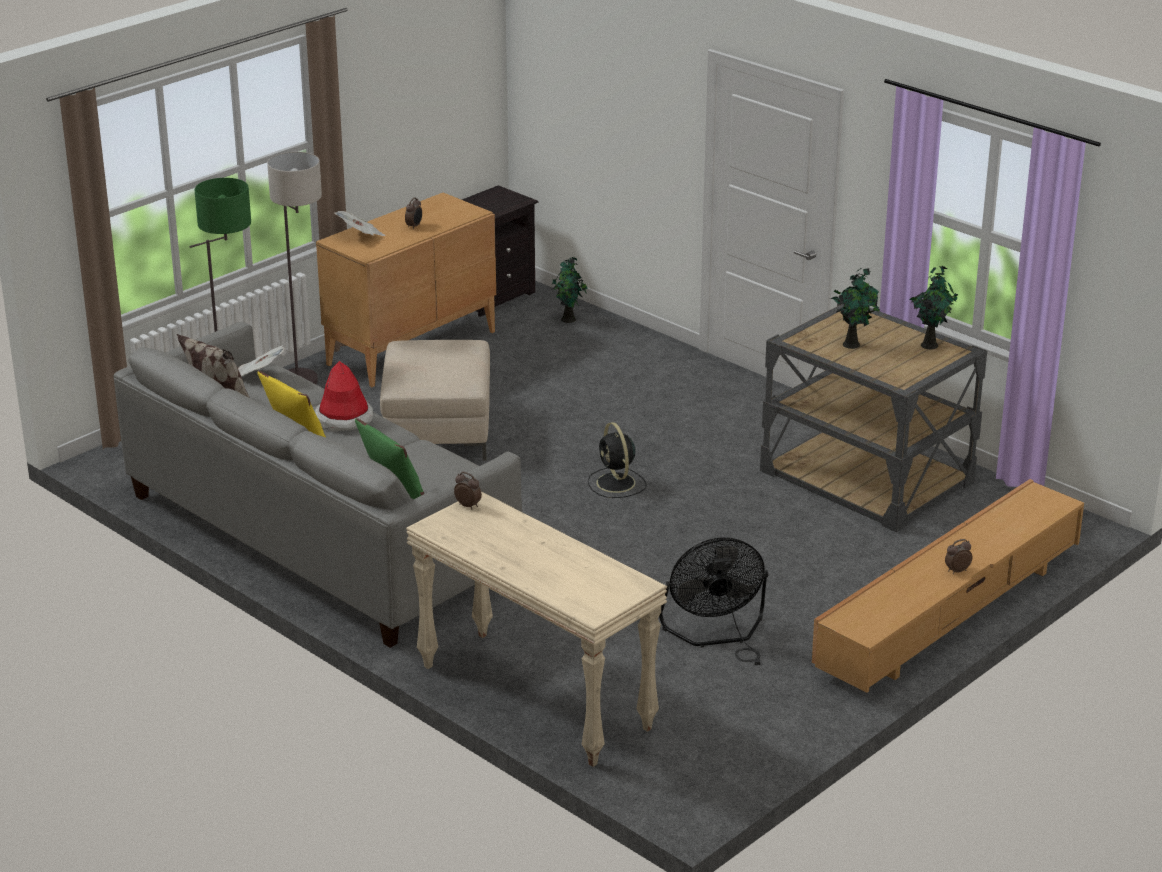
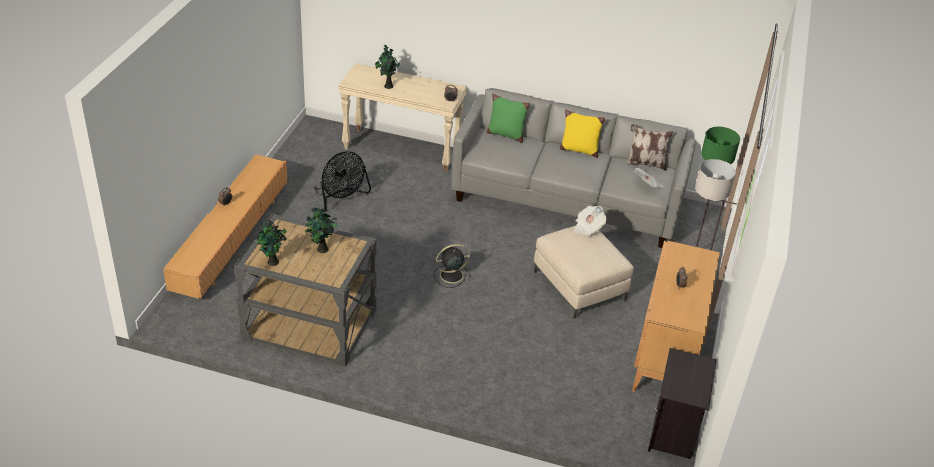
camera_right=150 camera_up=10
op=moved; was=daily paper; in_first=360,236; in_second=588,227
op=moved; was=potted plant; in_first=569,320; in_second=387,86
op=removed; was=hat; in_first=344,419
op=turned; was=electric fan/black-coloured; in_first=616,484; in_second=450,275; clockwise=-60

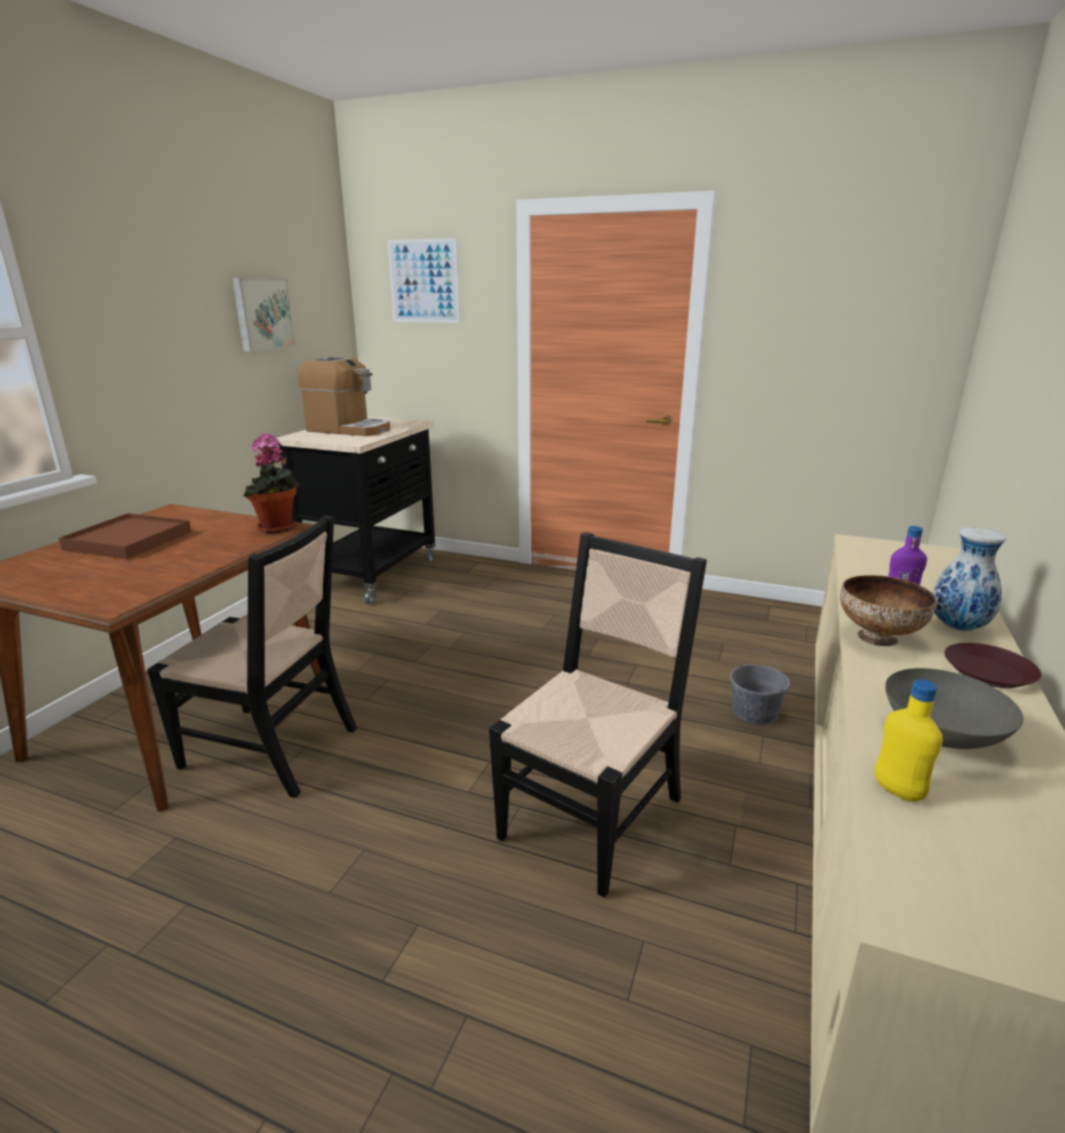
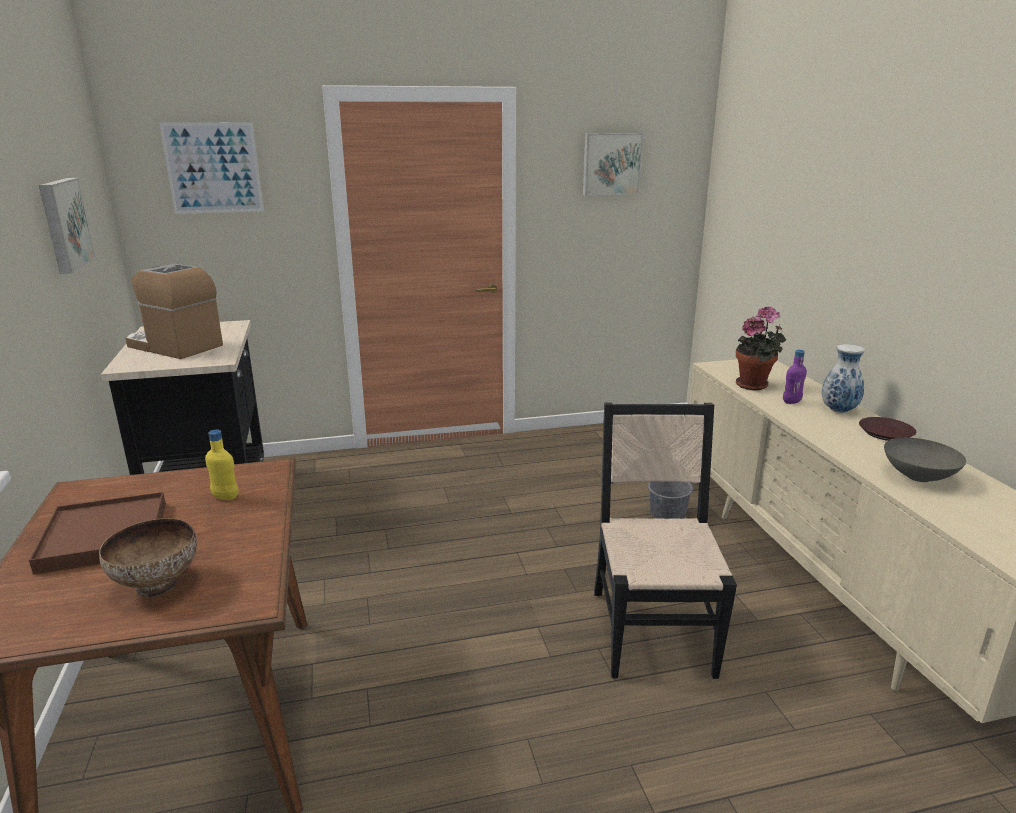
camera_right=-35 camera_up=0
op=turned; was=coffee machine; in_first=348,429; in_second=174,346; clockwise=-135
op=moved; was=potted plant; in_first=278,528; in_second=754,385
op=removed; was=plain chair; in_first=270,749
op=moved; was=deep dish; in_first=878,638; in_second=158,586
op=moved; was=bottle/yellow-coloured; in_first=897,791; in_second=225,497
op=added; now=wall picture; in_second=611,164

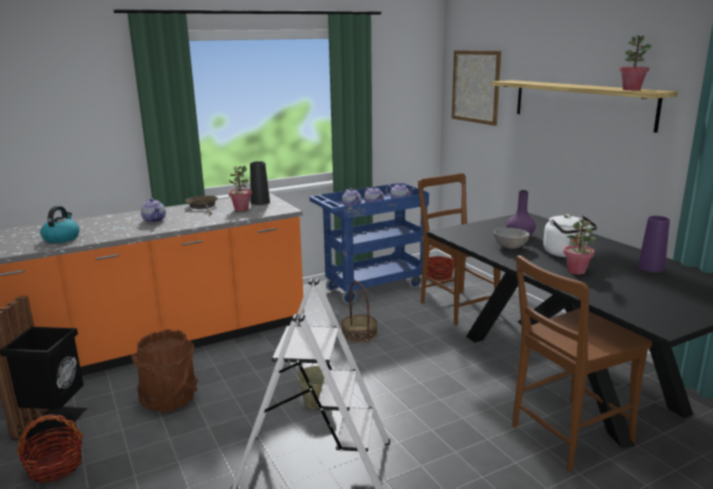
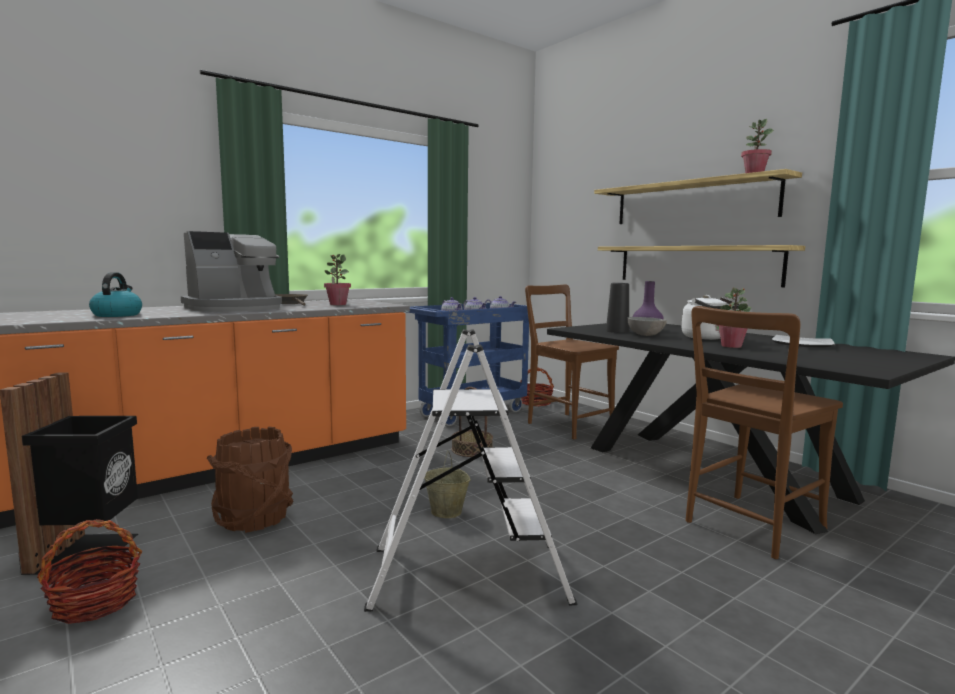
camera_right=-10 camera_up=-10
op=removed; was=wall picture; in_first=475,85
op=moved; was=decorative vase/black-coloured; in_first=260,202; in_second=617,331
op=replaced; was=pot for tea; now=coffee machine; in_first=154,220; in_second=235,308
op=replaced; was=decorative vase/purplish; now=dinner plate; in_first=651,268; in_second=801,344
op=added; now=bracket shelf; in_second=695,264

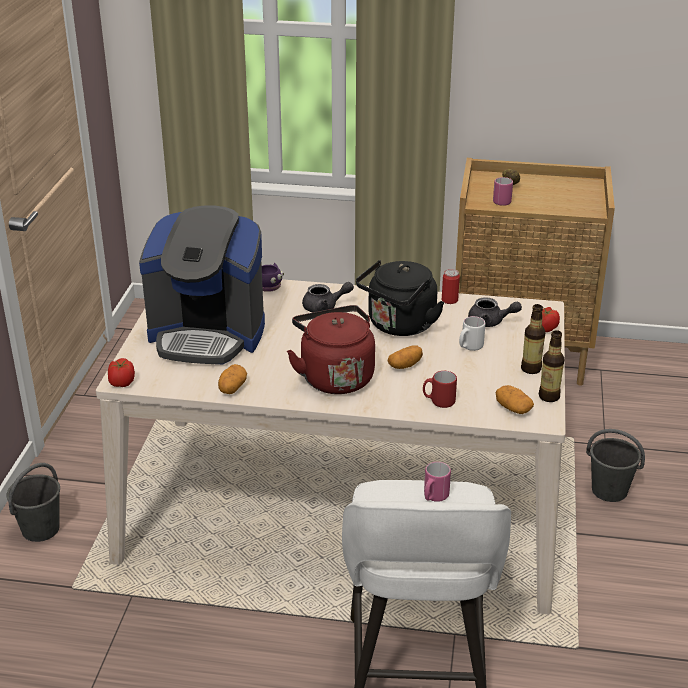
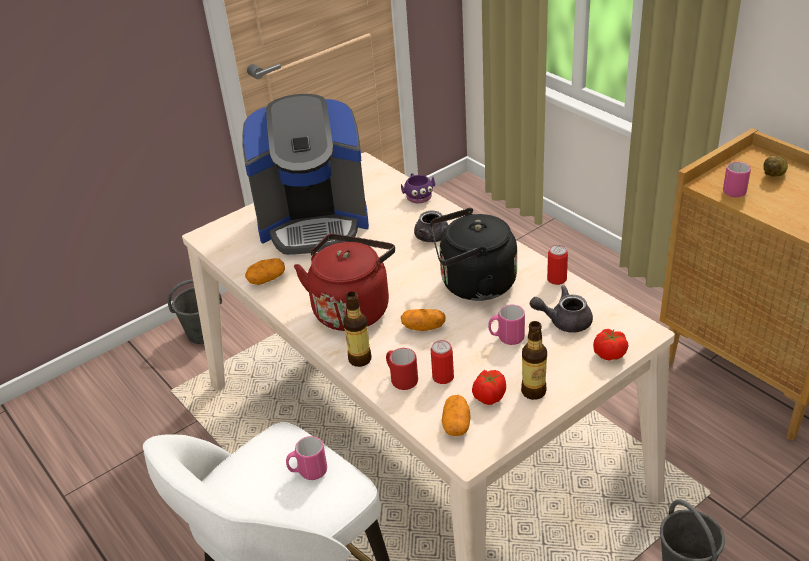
camera_right=45 camera_up=5
op=turned; was=coffee machine; in_first=207,335; in_second=314,223; clockwise=-60
op=turned; was=pot for tea/gray; in_first=490,322; in_second=564,321; clockwise=120
op=recoloured; was=tea mug/whitish; now=tea mug/pinkish; in_first=469,347; in_second=506,338
op=moved; was=bottle; in_first=549,396; in_second=360,359
op=moved; was=whole tomato; in_first=121,383; in_second=489,397
op=added; now=sealed can; in_second=443,377

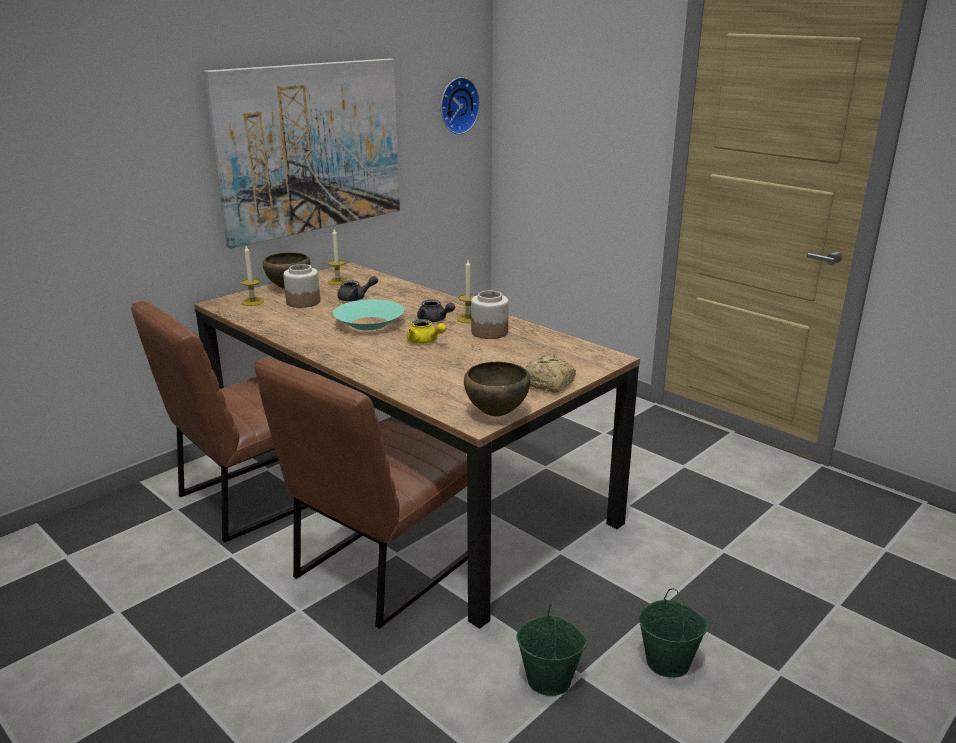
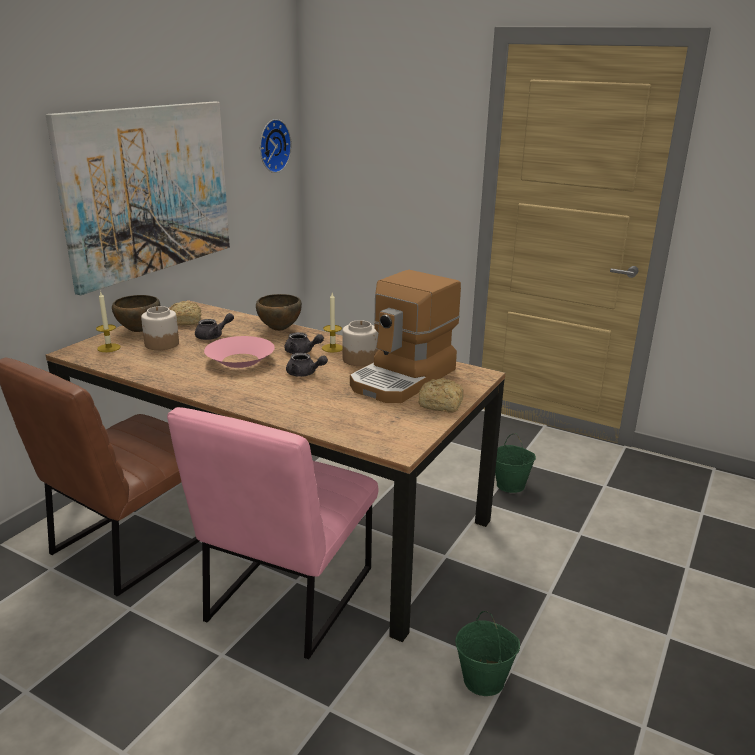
camera_right=-15 camera_up=0
op=replaced; was=wax candle; now=bakery bread; in_first=338,282; in_second=186,320
op=recoloured; was=deep dish/blue-green; now=deep dish/pinkish; in_first=369,323; in_second=240,360
op=recoloured; was=pot for tea/yellow-coloured; now=pot for tea/gray; in_first=425,341; in_second=304,374
op=recoloured; was=plain chair/brownish; now=plain chair/pinkish; in_first=381,567; in_second=287,596
op=moved; was=deep dish/brownish; in_first=496,414; in_second=279,329
op=moved; was=water bucket/greenish; in_first=668,662; in_second=511,485
op=added; now=coffee machine; in_second=404,378

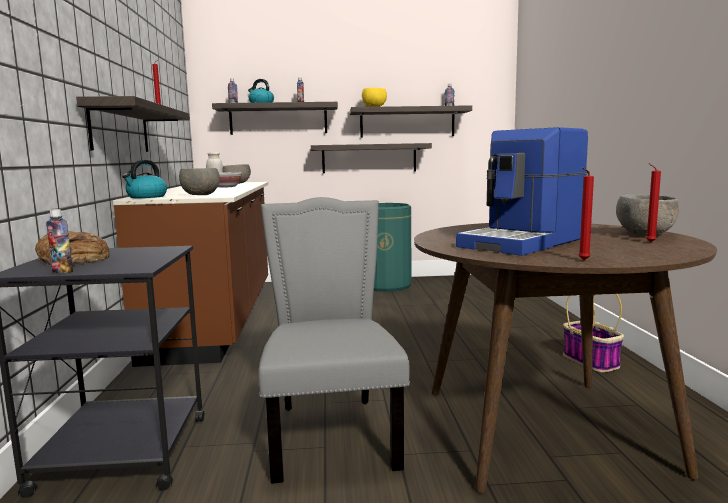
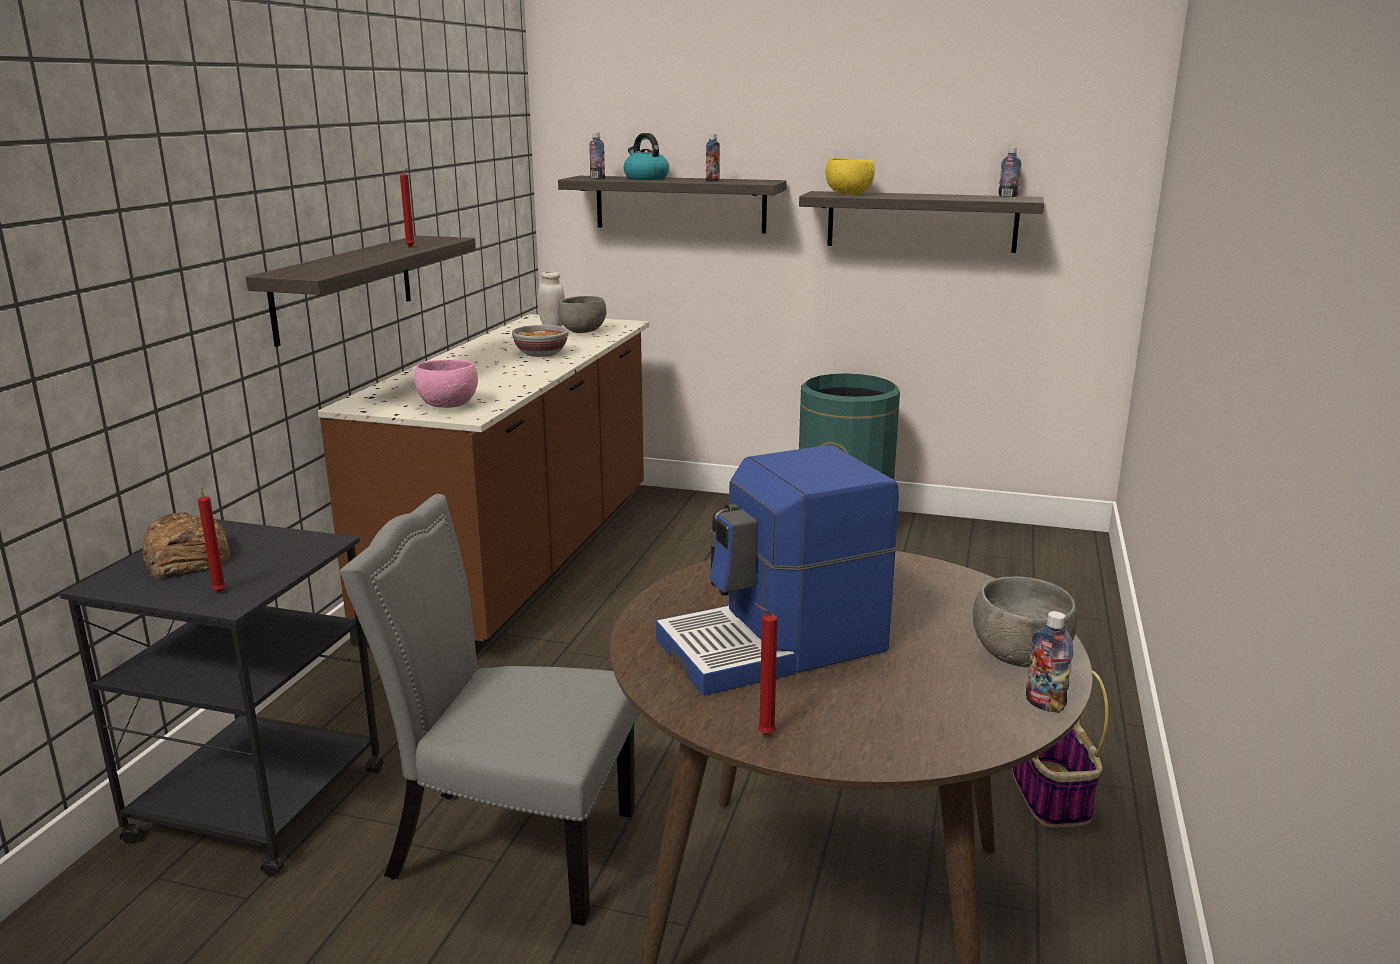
camera_right=20 camera_up=10
op=removed; was=bracket shelf; in_first=369,158
op=removed; was=water kettle; in_first=146,197
op=moved; was=wax candle/red; in_first=649,242; in_second=220,591
op=recoloured; was=deep dish/gray; now=deep dish/pinkish; in_first=201,195; in_second=449,406
op=turned; was=plain chair/gray; in_first=332,438; in_second=517,849; clockwise=-90
op=moved; was=bottle; in_first=62,271; in_second=1044,704

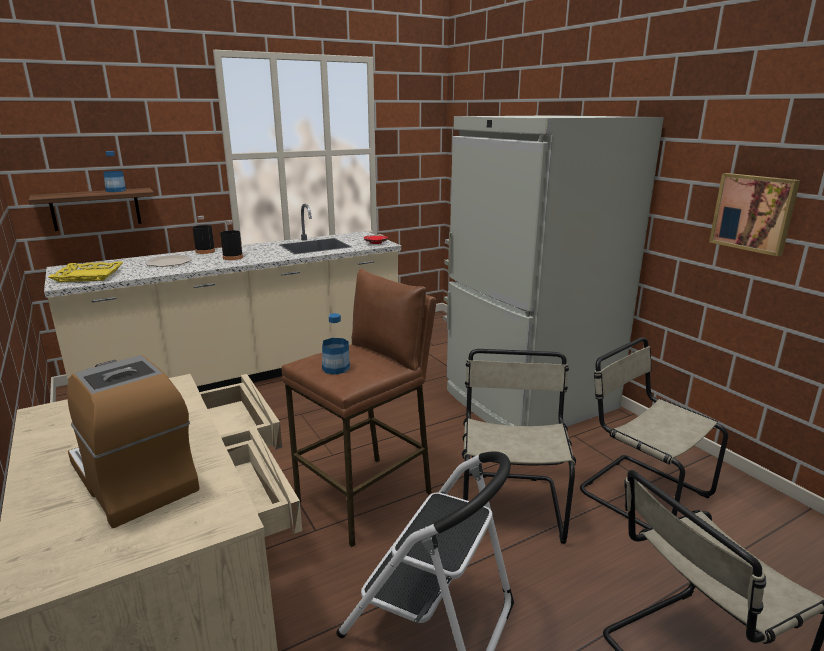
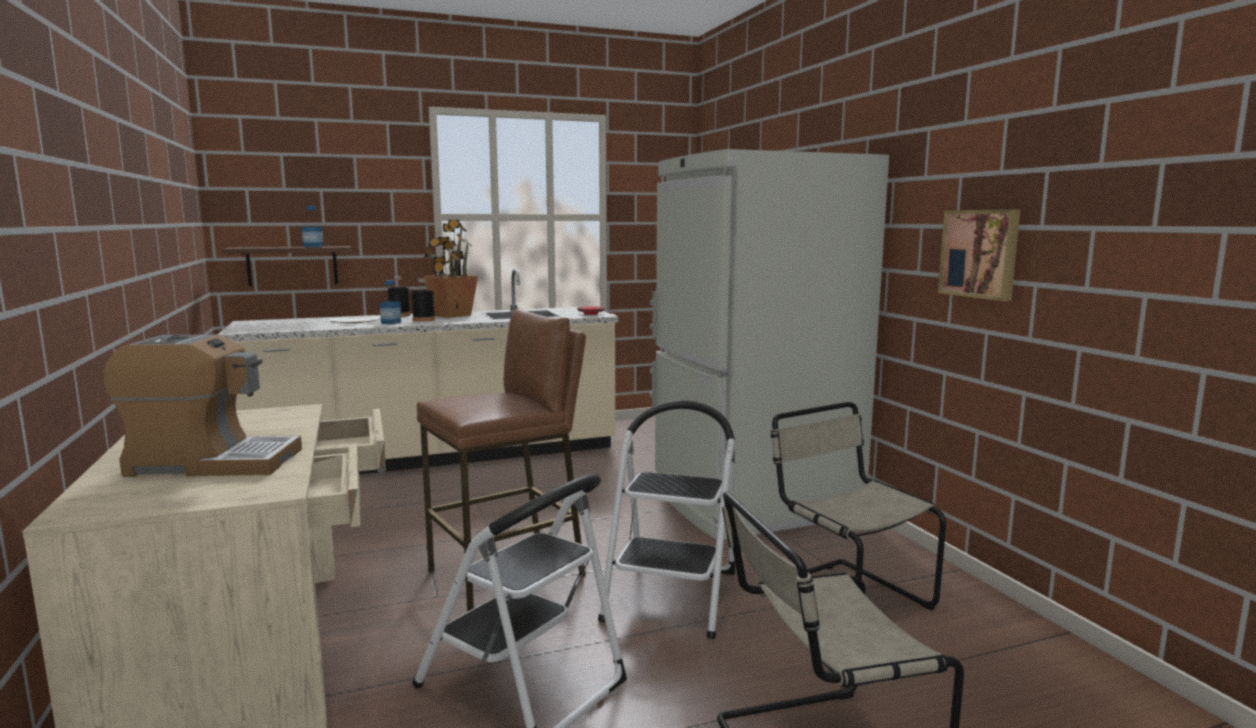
camera_right=10 camera_up=-10
op=removed; was=carrying tray/yellow-coloured; in_first=88,276
op=moved; was=bottle; in_first=335,368; in_second=391,322
op=replaced; was=plain chair/beige-coloured; now=step stool; in_first=510,504; in_second=673,594
op=turned; was=coffee machine; in_first=134,478; in_second=212,462; clockwise=120
op=added; now=potted plant; in_second=451,315

